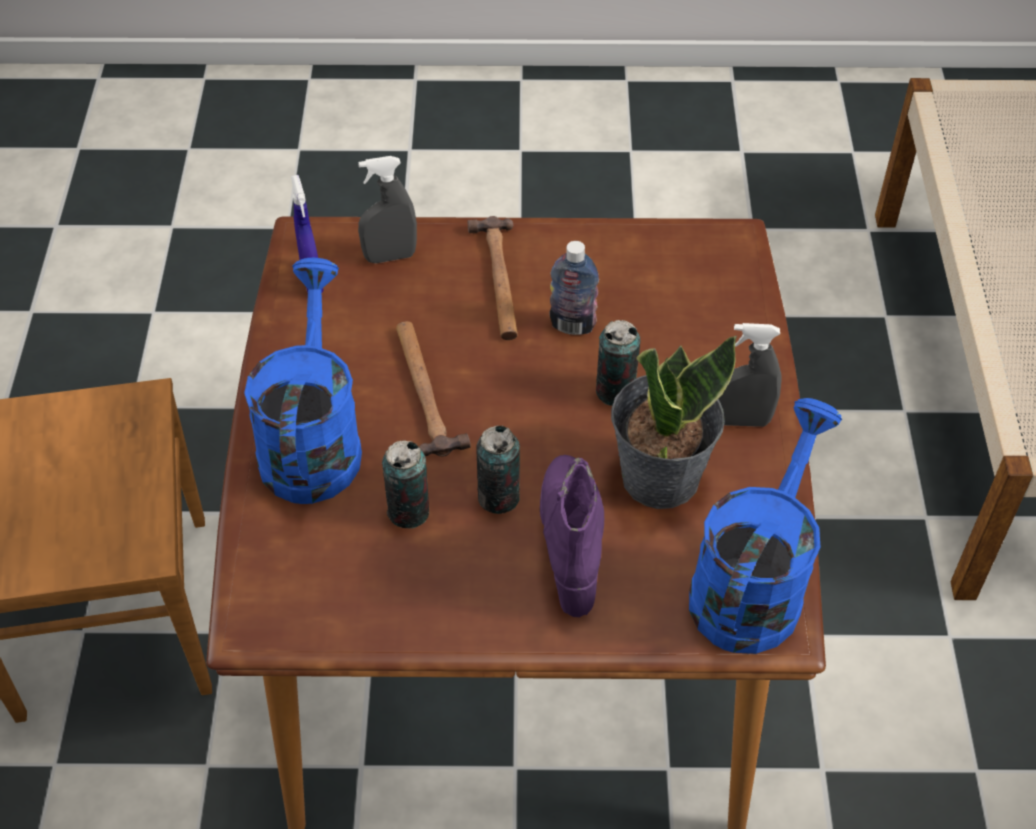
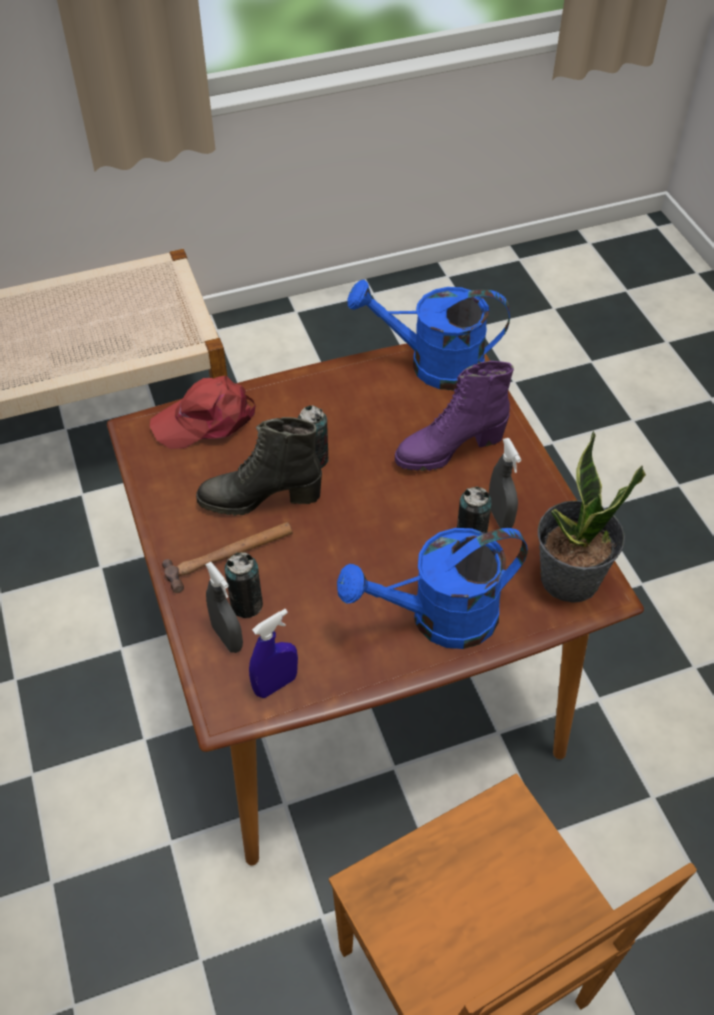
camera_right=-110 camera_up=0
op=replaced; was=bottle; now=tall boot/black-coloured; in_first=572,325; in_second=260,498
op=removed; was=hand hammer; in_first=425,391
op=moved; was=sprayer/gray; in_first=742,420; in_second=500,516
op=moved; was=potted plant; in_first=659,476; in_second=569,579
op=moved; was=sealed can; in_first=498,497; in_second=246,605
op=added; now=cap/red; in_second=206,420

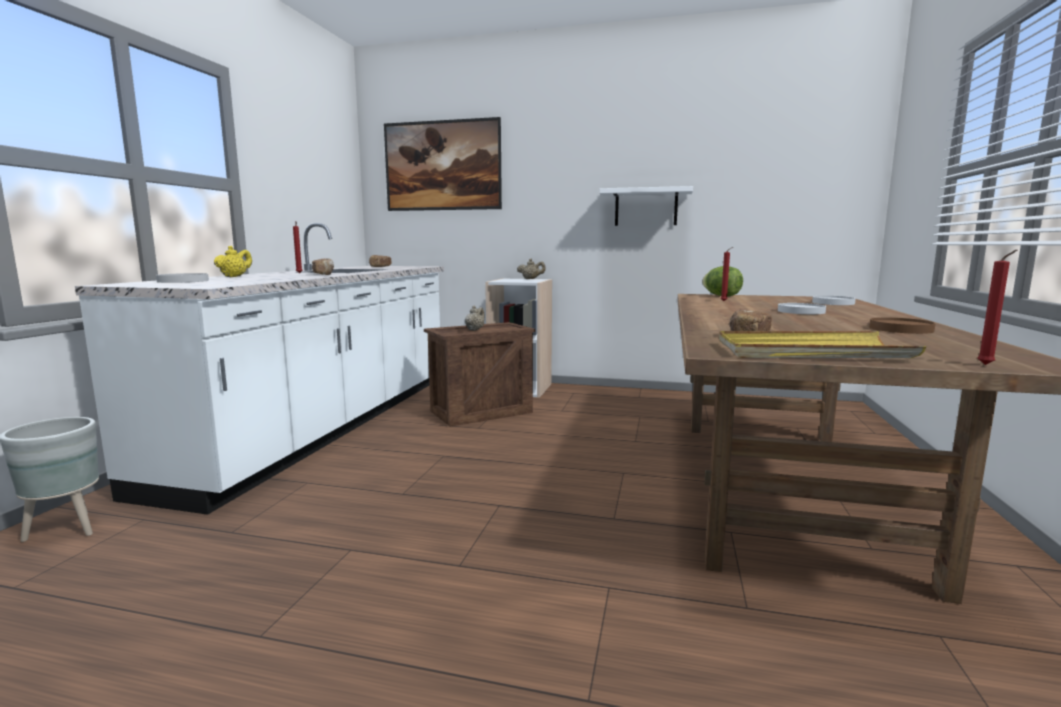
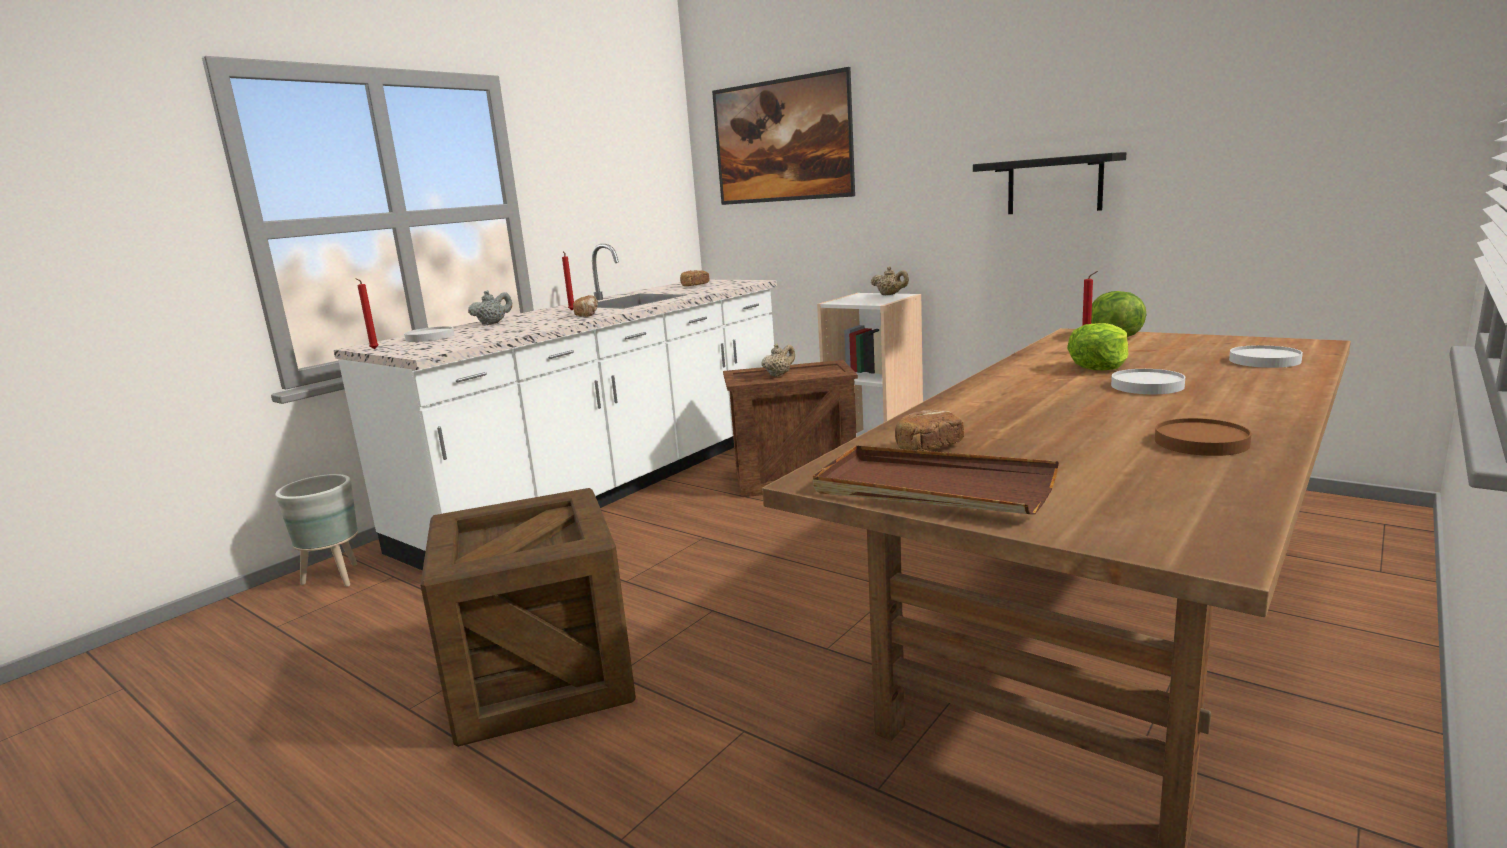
camera_right=25 camera_up=5
op=recoloured; was=bracket shelf/whitish; now=bracket shelf/black-coloured; in_first=646,207; in_second=1054,185
op=recoloured; was=pot for tea/yellow-coloured; now=pot for tea/gray; in_first=234,277; in_second=493,324
op=moved; was=wax candle/red; in_first=987,365; in_second=373,349
op=recoloured; was=carrying tray/yellow-coloured; now=carrying tray/brownish; in_first=809,352; in_second=932,488
op=added; now=lettuce; in_second=1099,366
op=added; now=packing crate; in_second=541,678

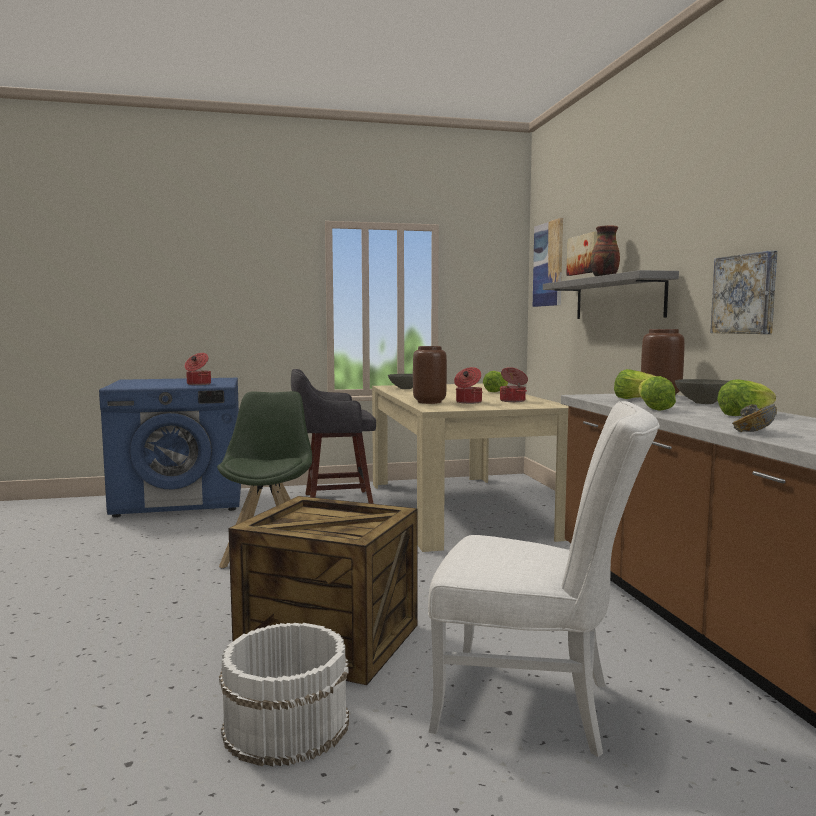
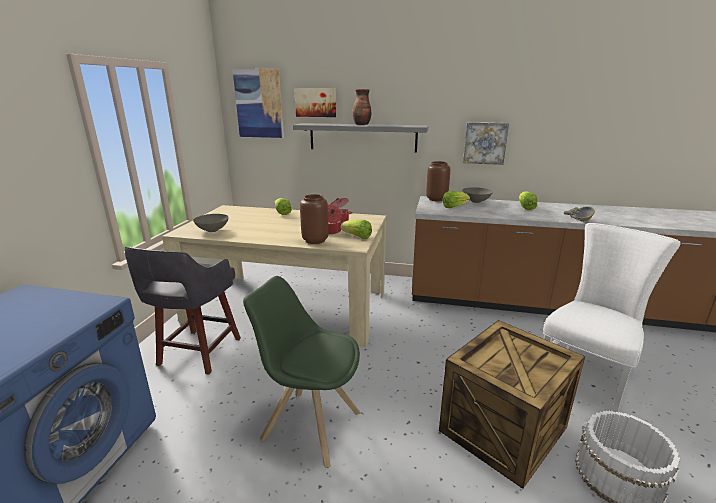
camera_right=-65 camera_up=15
op=removed; was=cooking pot; in_first=198,384
op=moved; was=lettuce; in_first=653,408; in_second=357,237

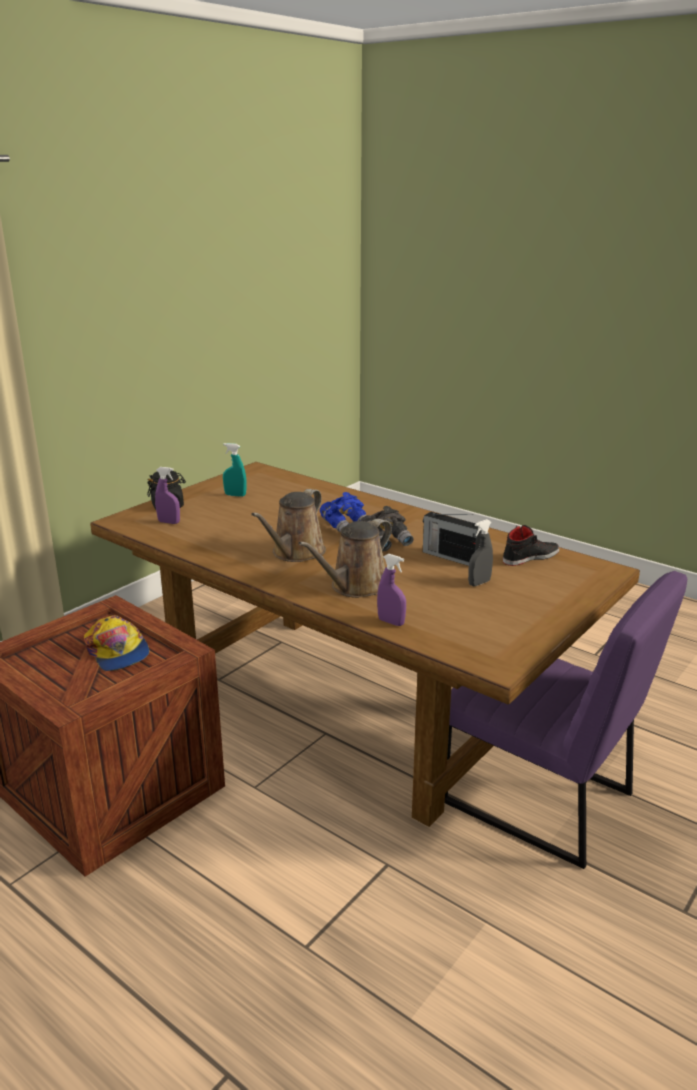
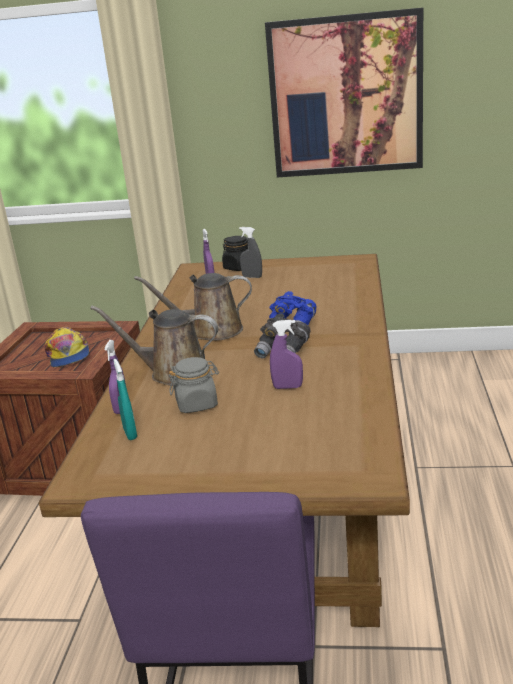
camera_right=60 camera_up=0
op=moved; was=sprayer/blue-green; in_first=235,495; in_second=130,433
op=replaced; was=radio receiver; now=sprayer/purplish; in_first=450,557; in_second=288,387
op=moved; was=sprayer/gray; in_first=479,583; in_second=252,277
op=removed; was=low shoe/black-coloured; in_first=530,557
op=turned; was=cap; in_first=118,652; in_second=68,355; clockwise=-45
op=added; now=wall picture; in_second=345,96
op=added; now=preserve jar/gray; in_second=197,404

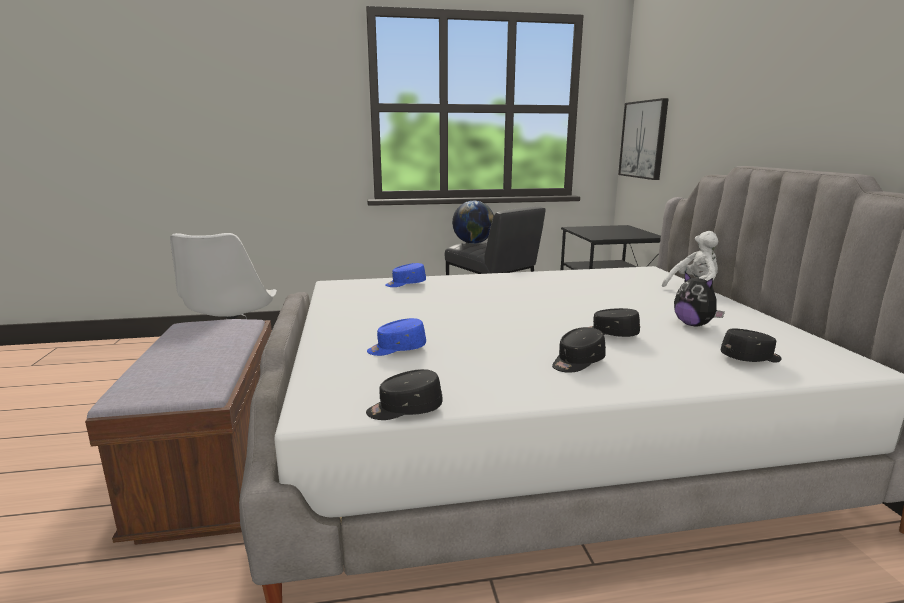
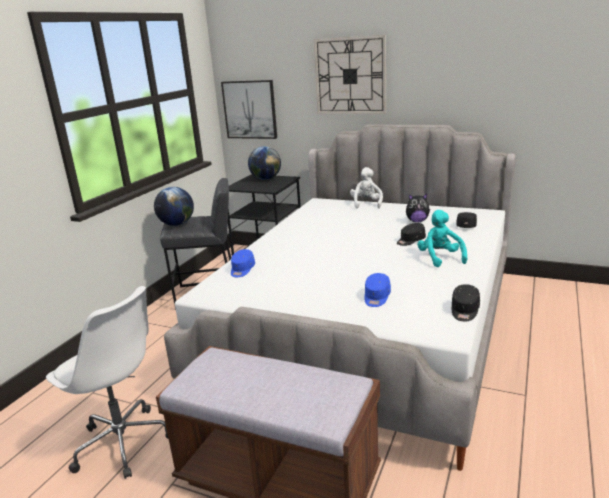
camera_right=-55 camera_up=5
op=replaced; was=cap/black-coloured; now=cuddly toy/blue-green; in_first=577,362; in_second=440,258
op=added; now=wall clock; in_second=350,76
op=added; now=desk globe; in_second=265,179

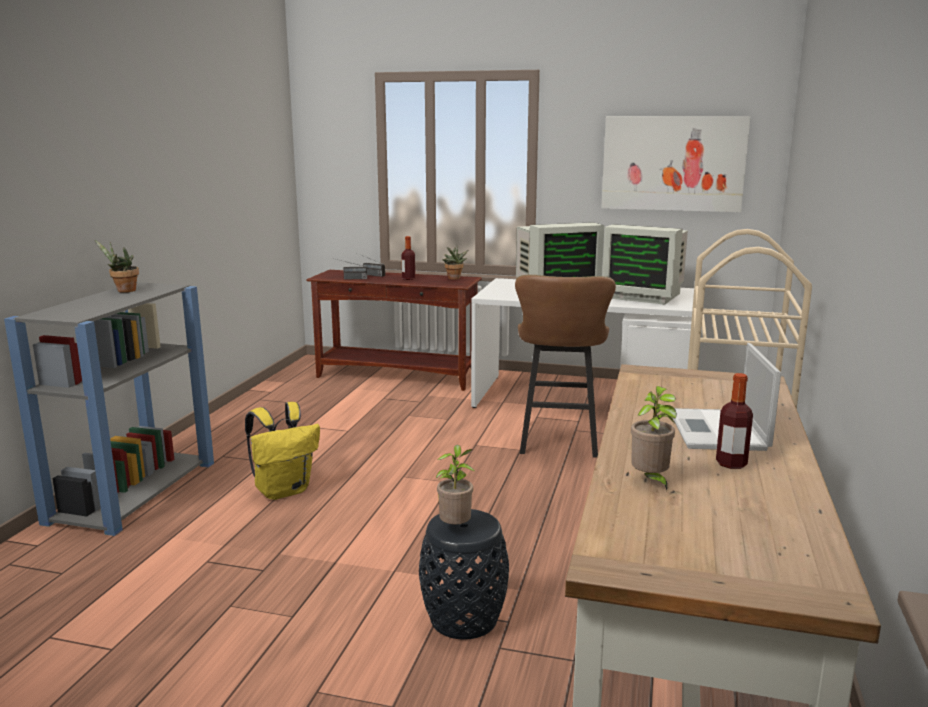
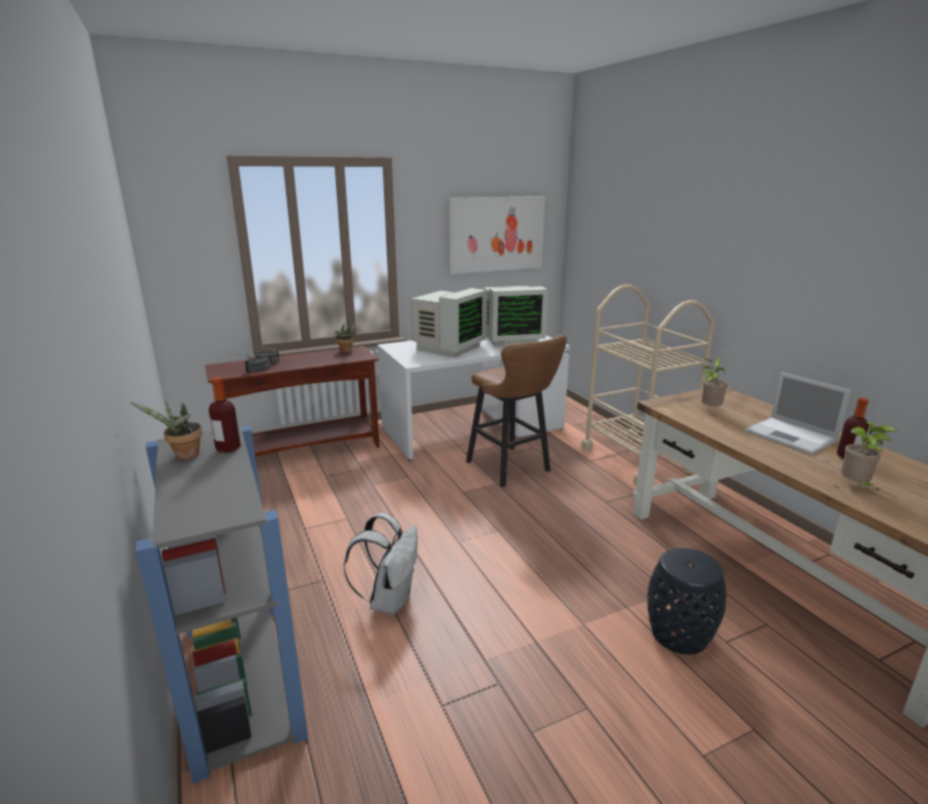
camera_right=-40 camera_up=5
op=moved; was=bottle; in_first=408,279; in_second=228,448
op=recoloured; was=backpack/yellow-coloured; now=backpack/whitish; in_first=284,490; in_second=389,600
op=moved; was=potted plant; in_first=456,528; in_second=709,409

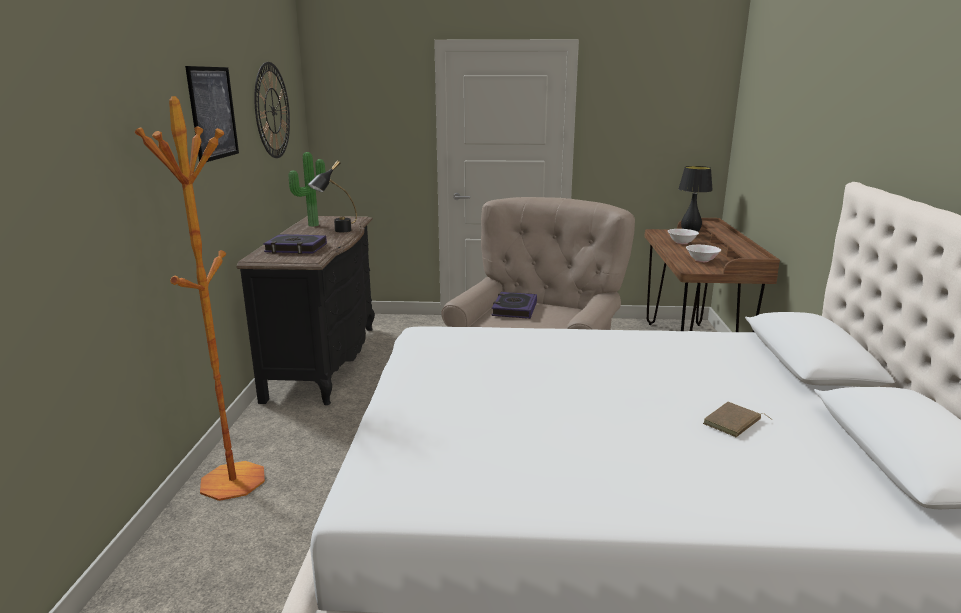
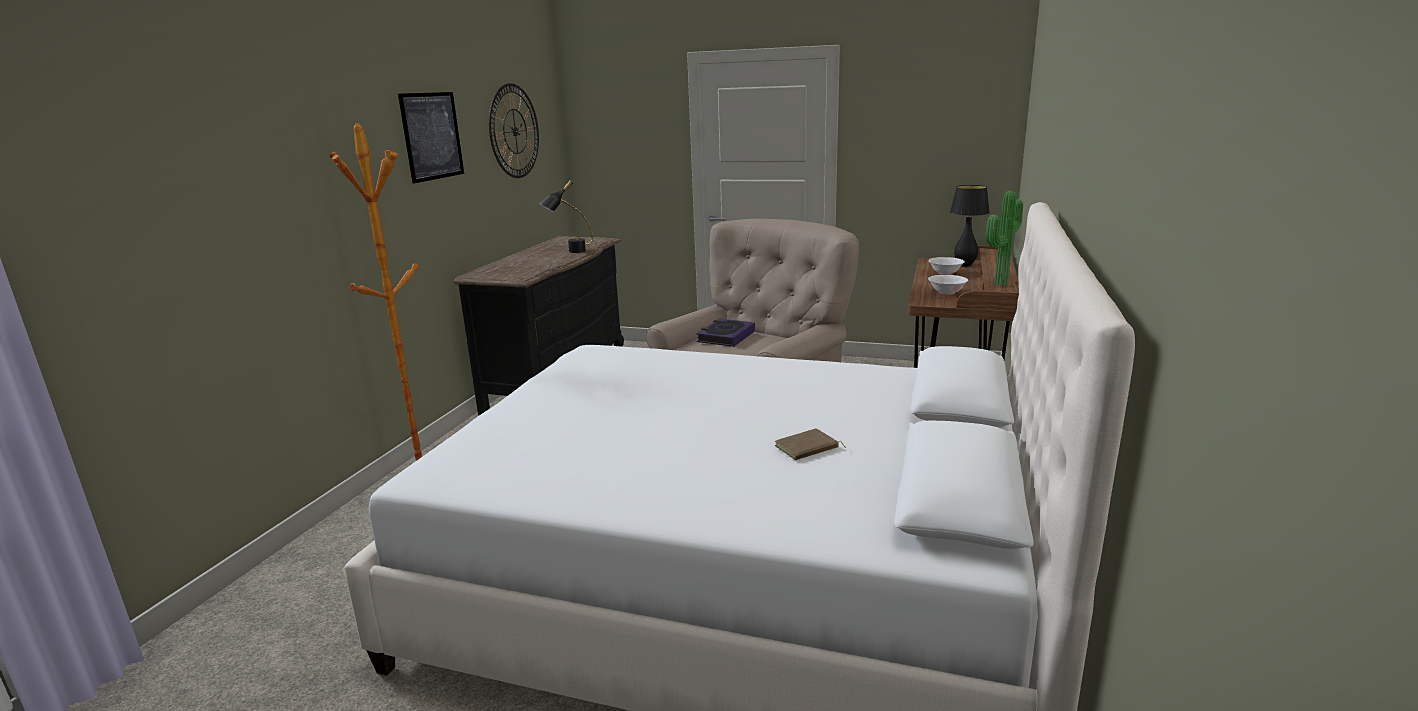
camera_right=15 camera_up=0
op=moved; was=potted plant; in_first=312,225; in_second=998,283
op=removed; was=book; in_first=296,248

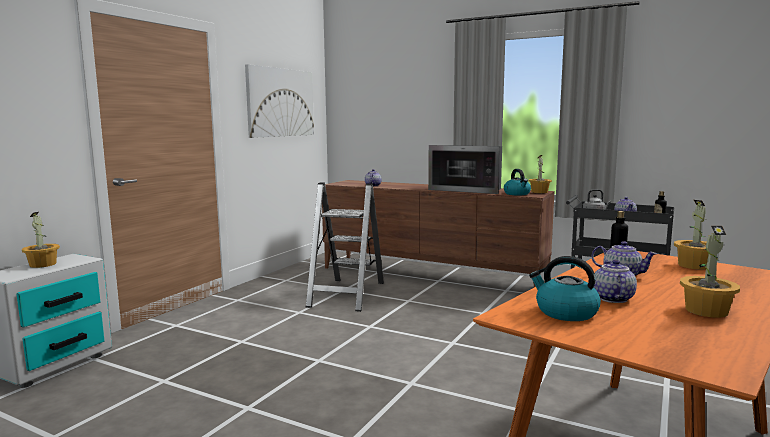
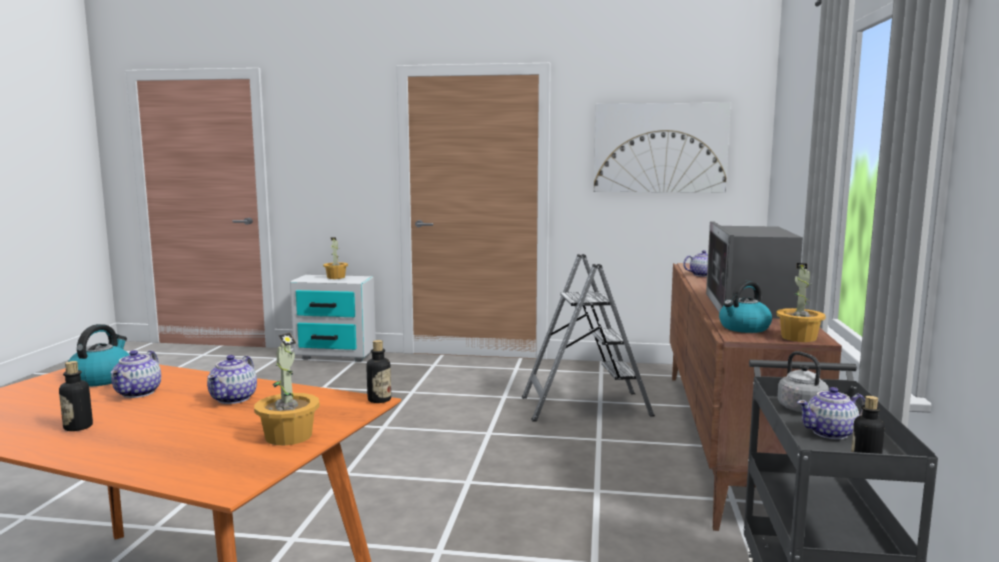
camera_right=70 camera_up=0
op=replaced; was=potted plant; now=bottle; in_first=706,310; in_second=78,427
op=turned; was=pot for tea; in_first=611,298; in_second=139,393; clockwise=105

